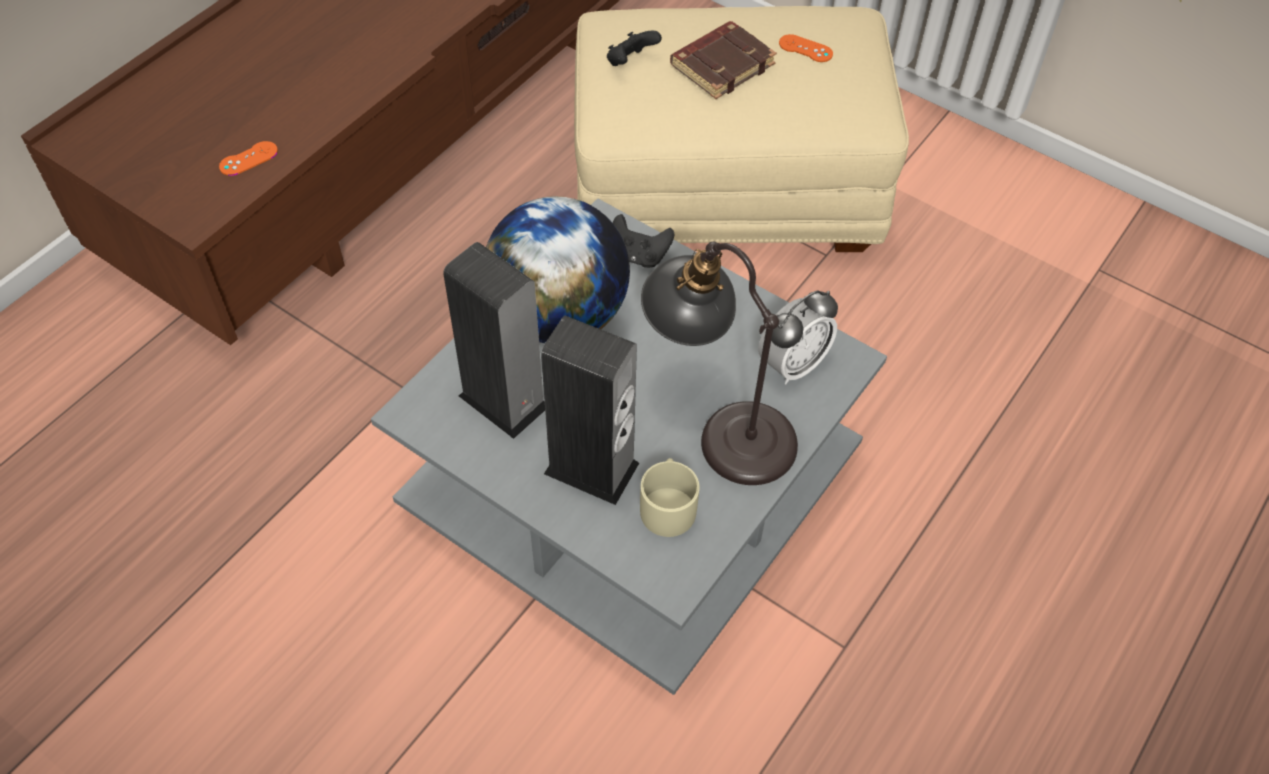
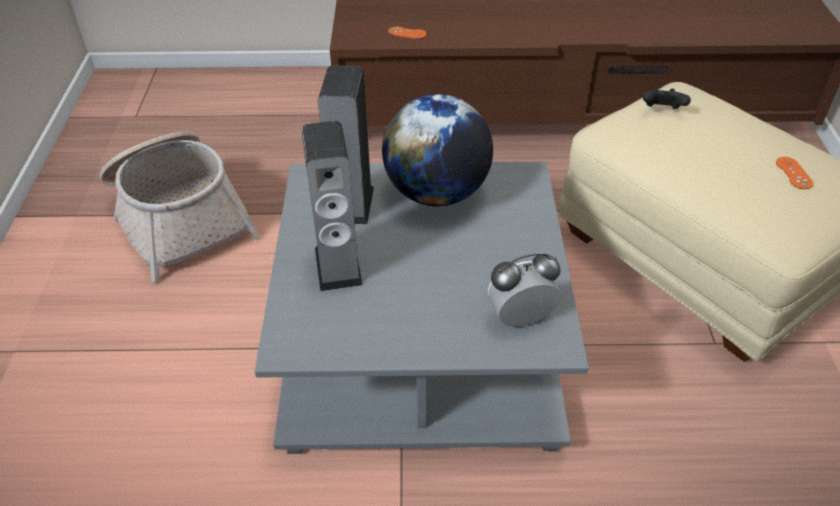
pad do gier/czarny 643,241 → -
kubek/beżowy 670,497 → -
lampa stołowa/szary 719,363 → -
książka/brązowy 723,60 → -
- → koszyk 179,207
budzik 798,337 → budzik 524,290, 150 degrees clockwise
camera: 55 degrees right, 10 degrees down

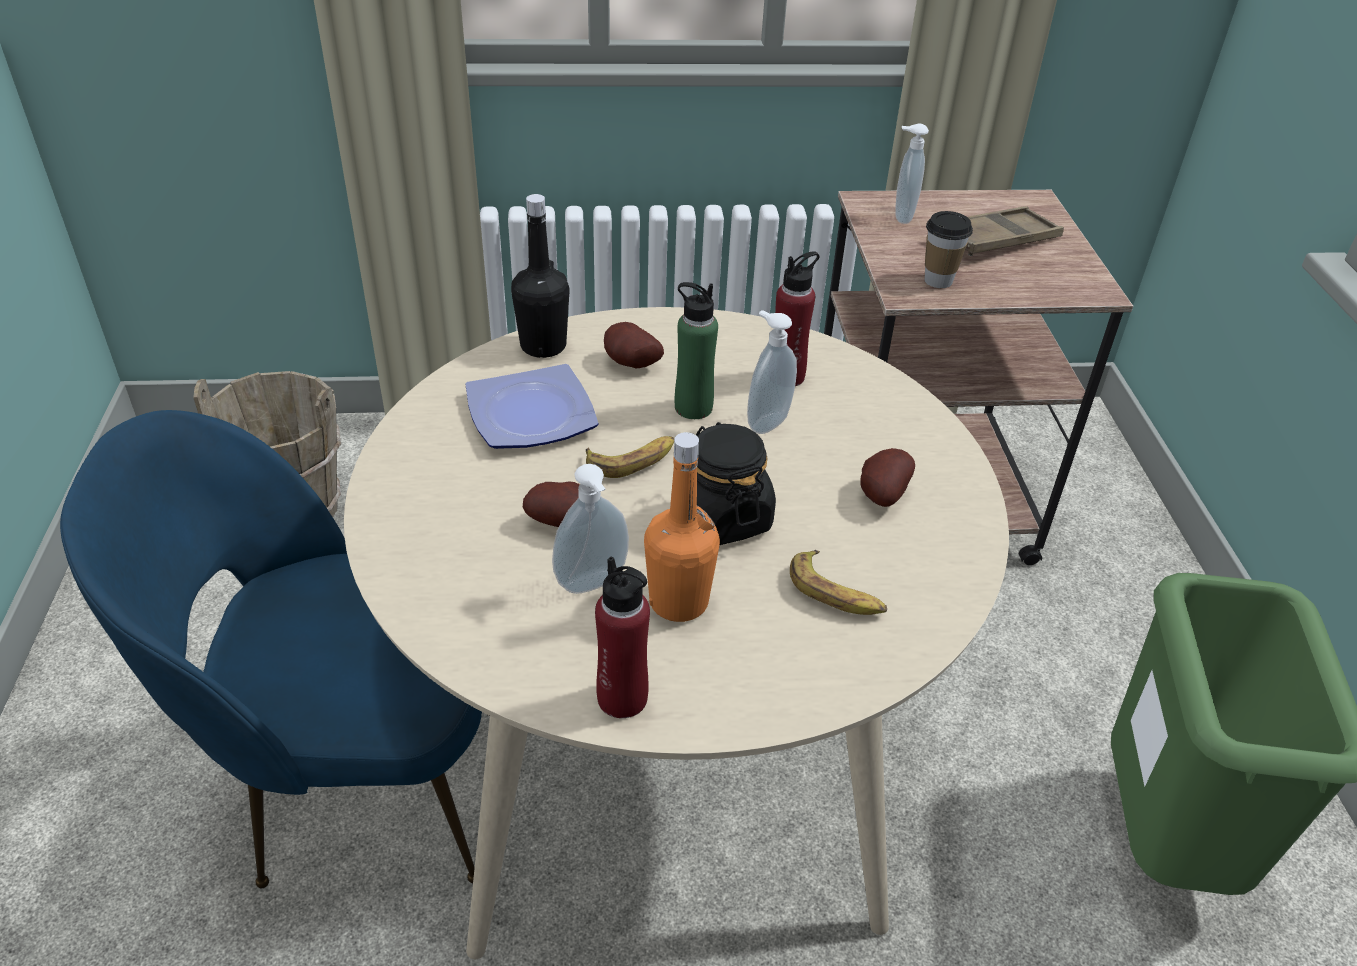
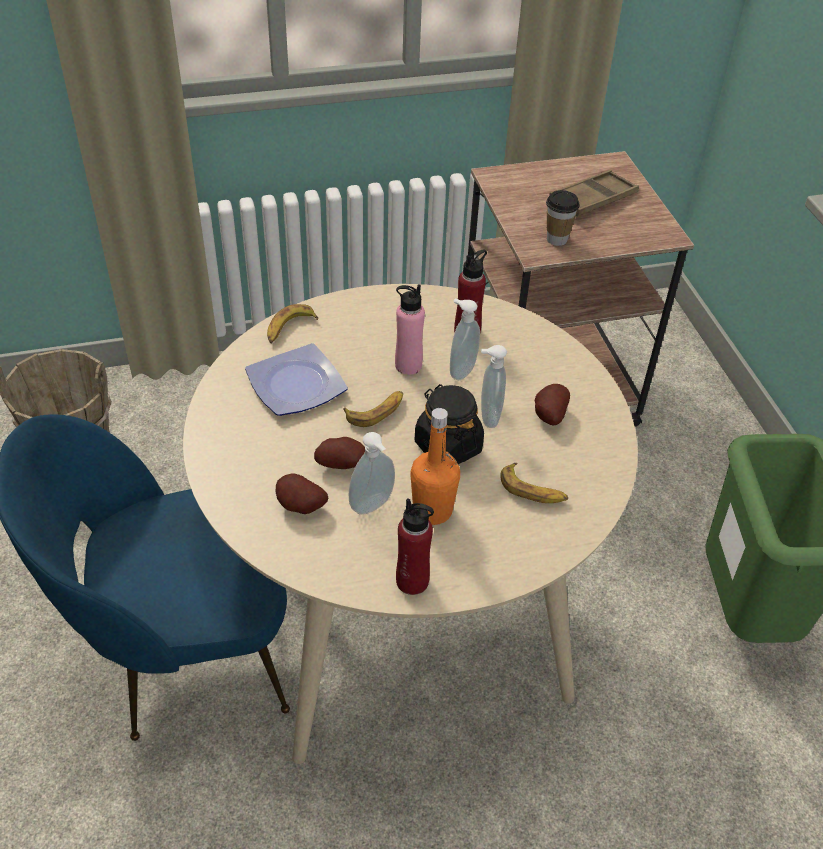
ziemniak 634,345 → ziemniak 302,494, shifted
dozownik mydła 912,174 → dozownik mydła 494,386, shifted
butelka/czarny 540,276 → banan 292,324
butelka/zielony 696,350 → butelka/różowy 410,329
camera: 10 degrees left, 5 degrees up

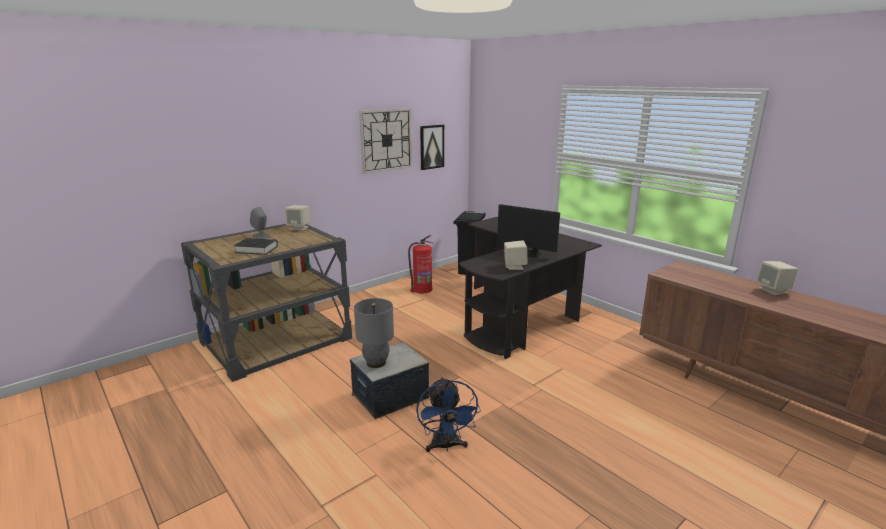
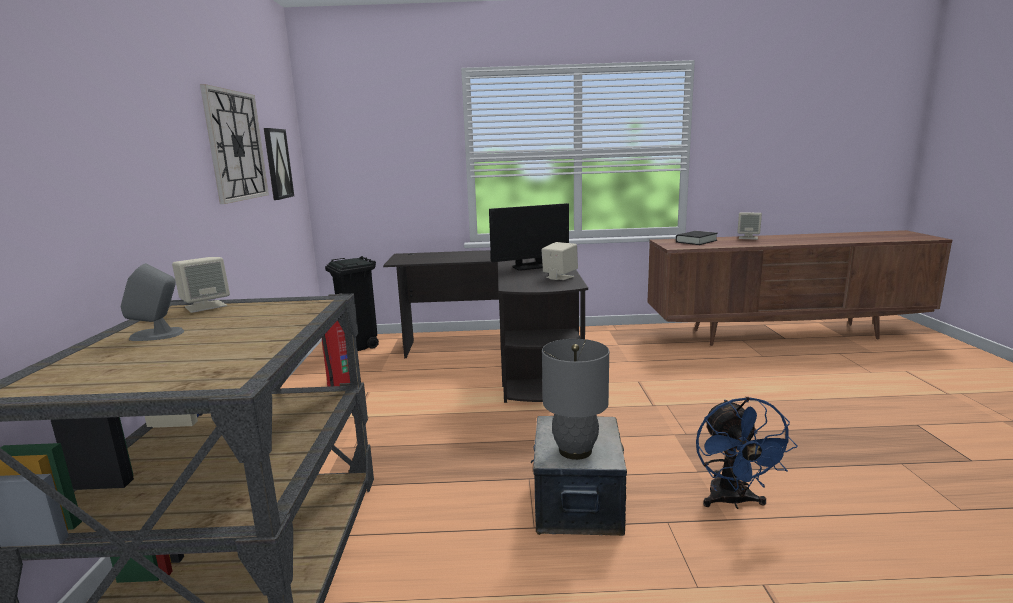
książka/czarny 256,246 → książka/czarny 697,238, shifted
wentylator/niebieski 448,414 → wentylator/niebieski 747,453, 60 degrees clockwise
camera: 50 degrees left, 5 degrees down

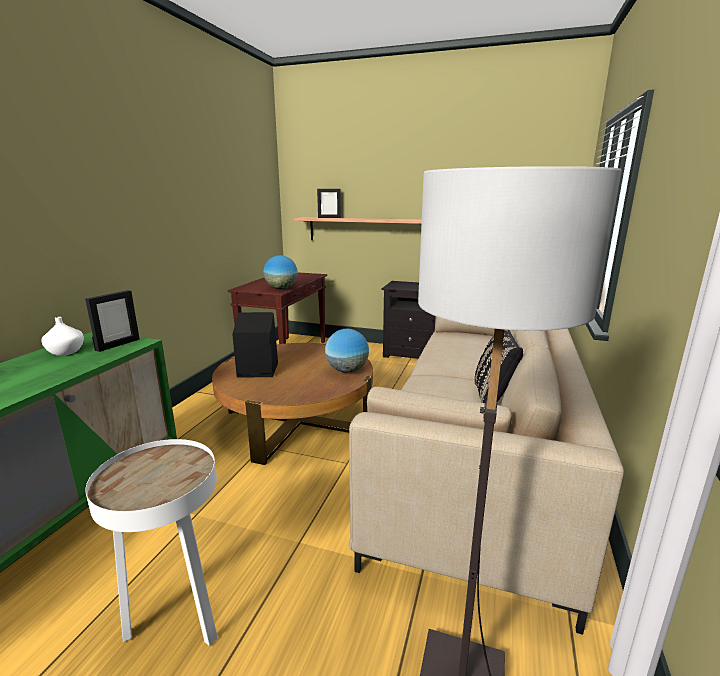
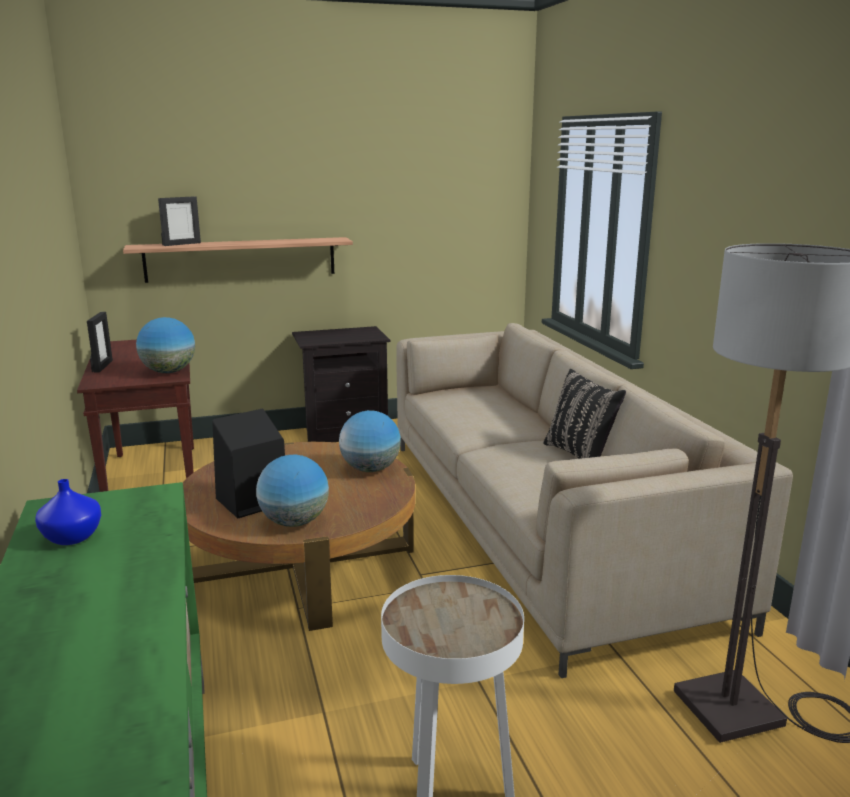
- → globus 292,491
ramka na zdjęcie 112,321 → ramka na zdjęcie 100,342, shifted
wazon/biały 62,336 → wazon/niebieski 68,512
camera: 35 degrees left, 0 degrees up

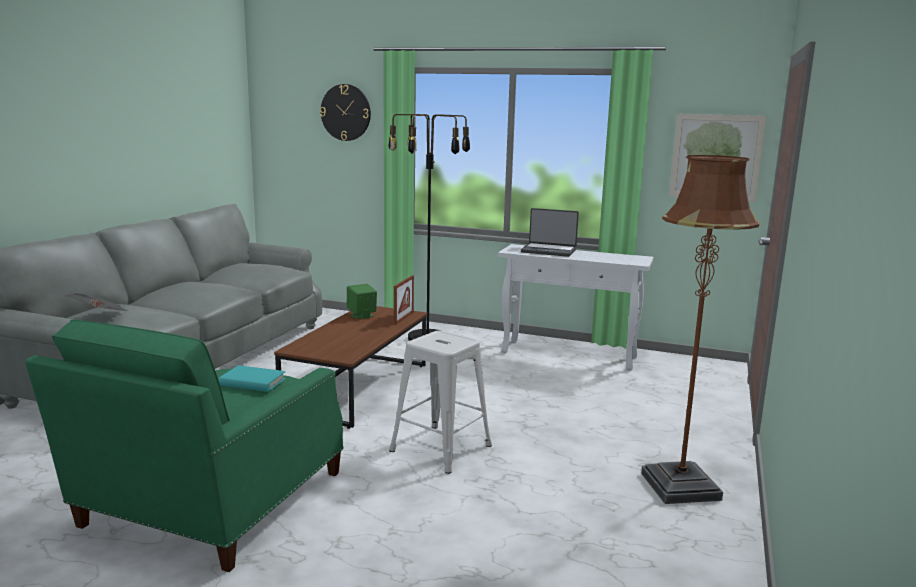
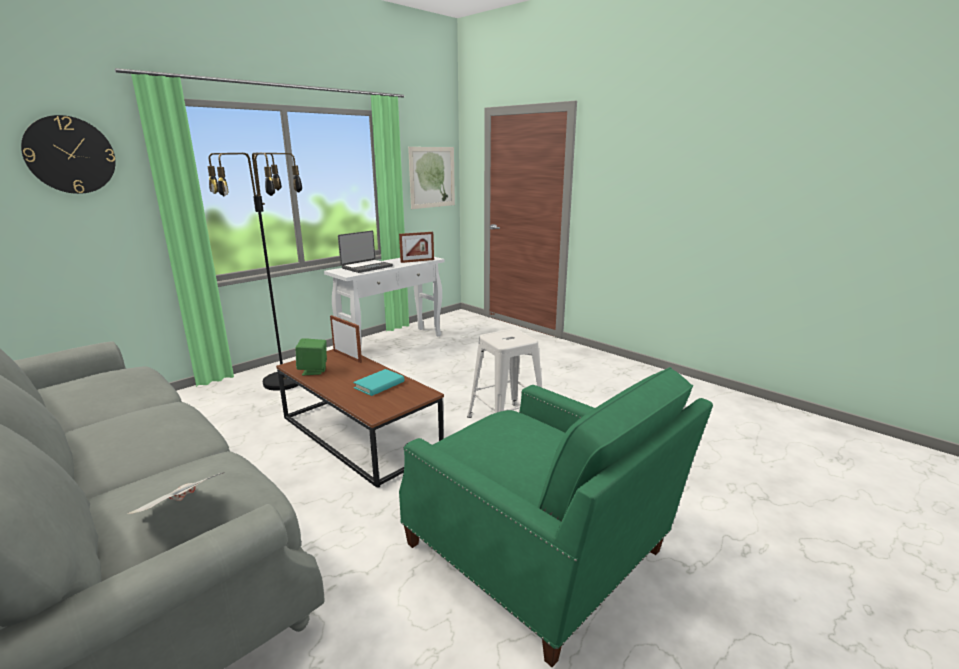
lampa stojąca/brązowy 700,329 → -
- → ramka na zdjęcie 416,247
książka/turkusowy 252,378 → książka/turkusowy 379,382, shifted
camera: 65 degrees left, 5 degrees up

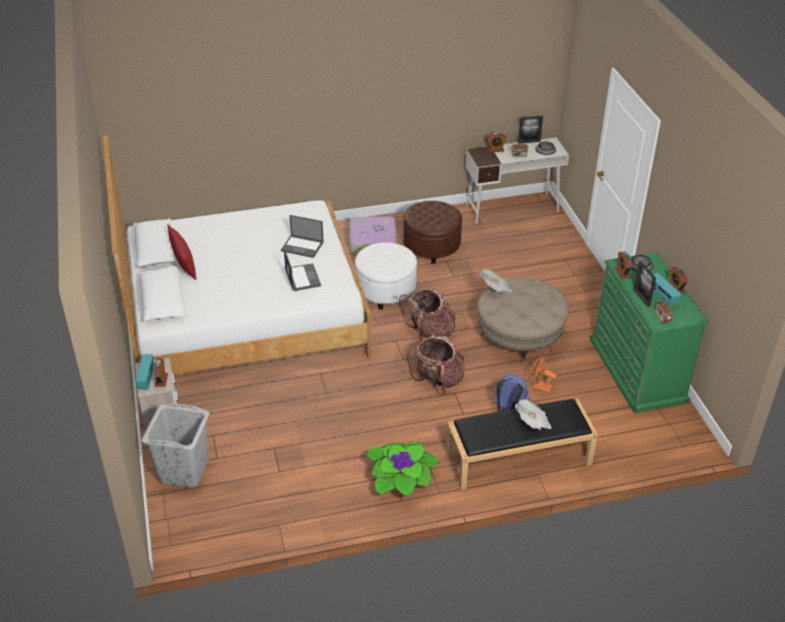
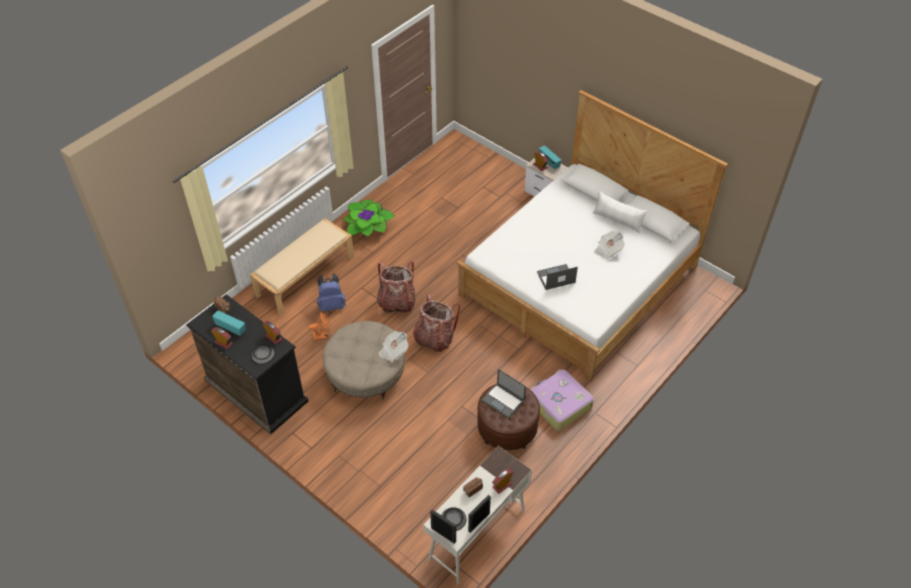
kosz na pranie/szary 175,445 → -
pufa/biały 386,276 → -
laptop 302,269 → laptop 503,393, shifted
gazeta 533,414 → gazeta 609,245, shifted
ramka na zdjęcie 644,284 → ramka na zdjęcie 443,527, shifted
poduszka/czerwony 181,252 → poduszka/biały 620,212
ławka/czarny 522,444 → ławka/beżowy 302,266
komoda/zielony 649,332 → komoda/czarny 247,364
camera: 145 degrees right, 10 degrees up

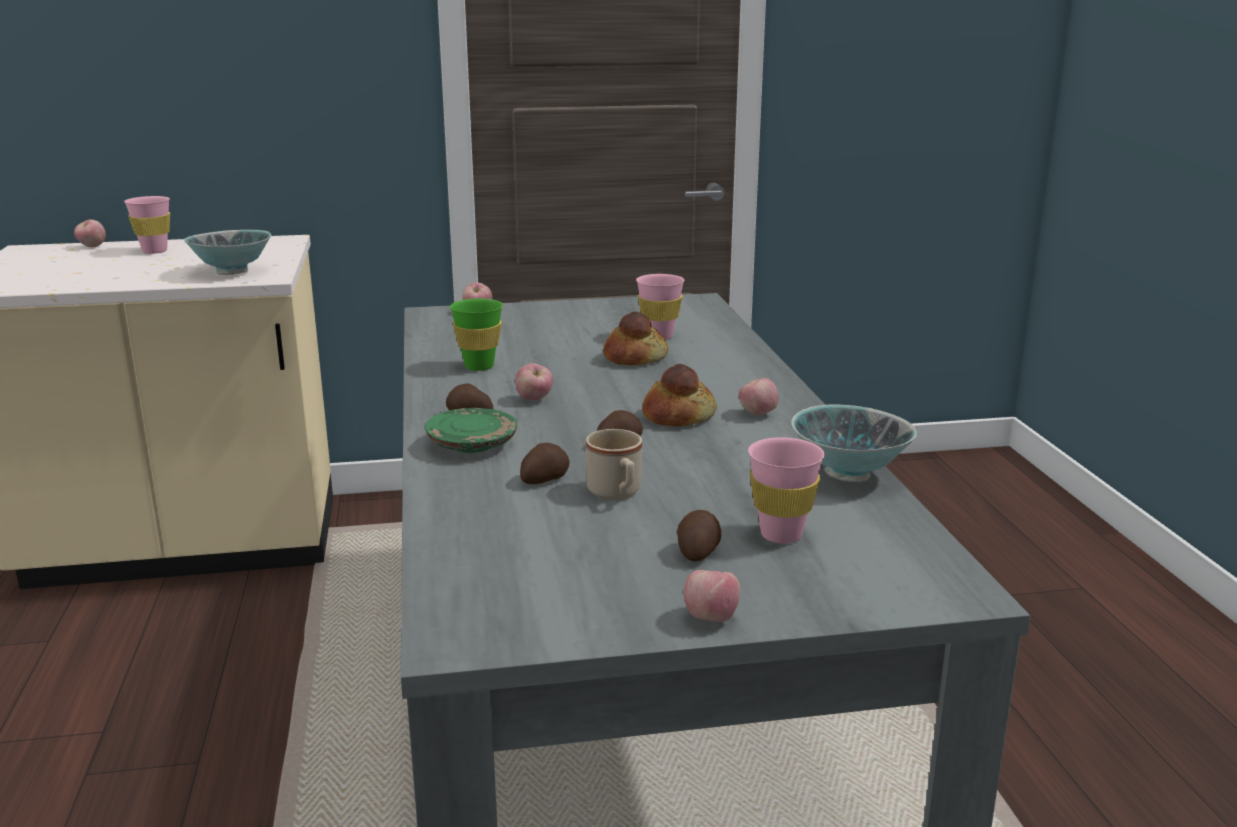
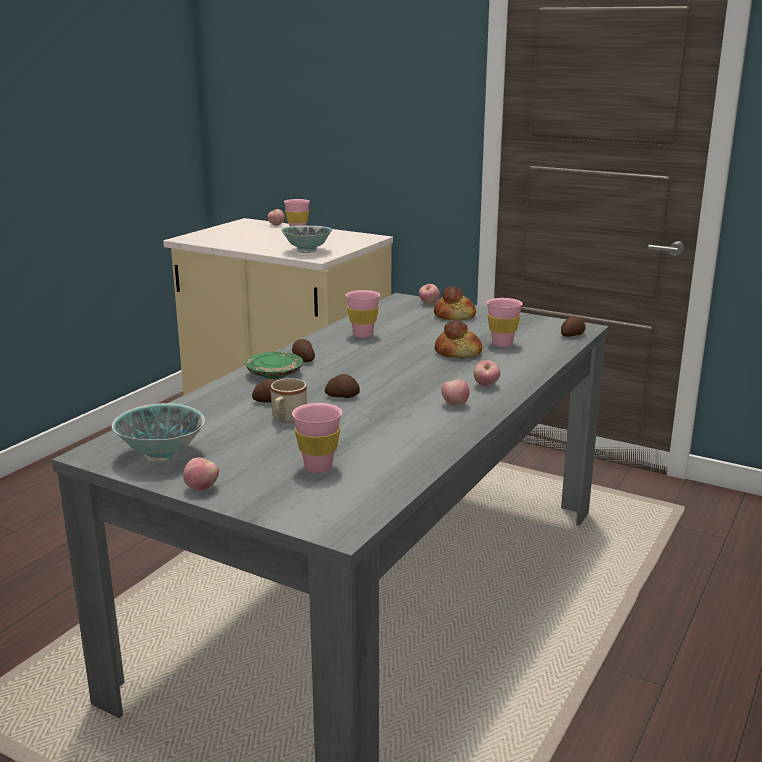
jabłko 534,381 → jabłko 487,373, shifted
chleb 679,395 → chleb 455,303, shifted
ziemniak 699,535 → ziemniak 573,326, shifted
miska 854,443 → miska 158,432, shifted
filiżanka/zielony 476,335 → filiżanka/różowy 363,314
camera: 40 degrees right, 0 degrees up

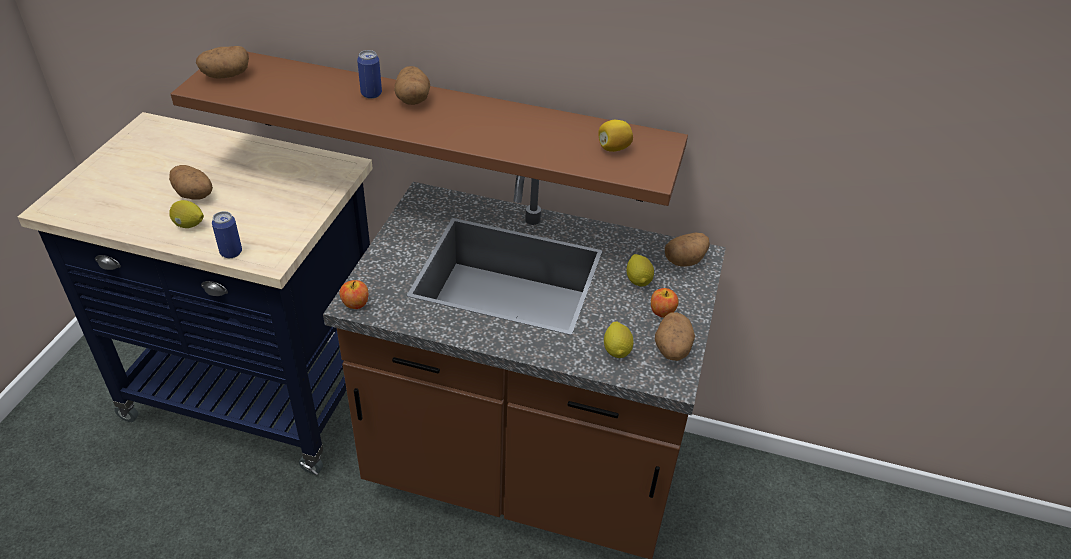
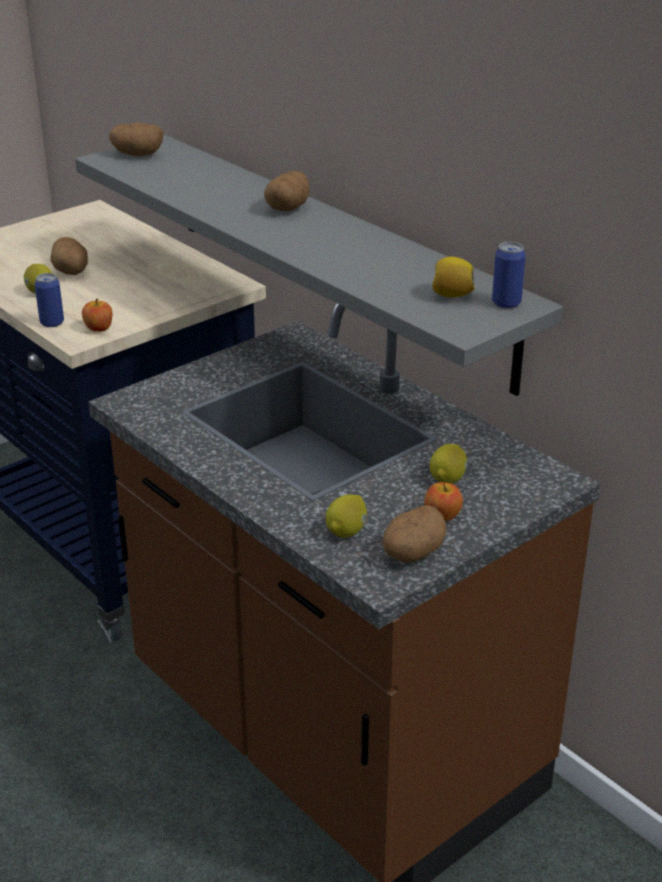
ziemniak 687,250 → -
jabłko 353,294 → jabłko 97,315, shifted
puszka 369,74 → puszka 509,275, shifted
półka/brązowy 429,129 → półka/szary 319,265
camera: 35 degrees right, 10 degrees down

